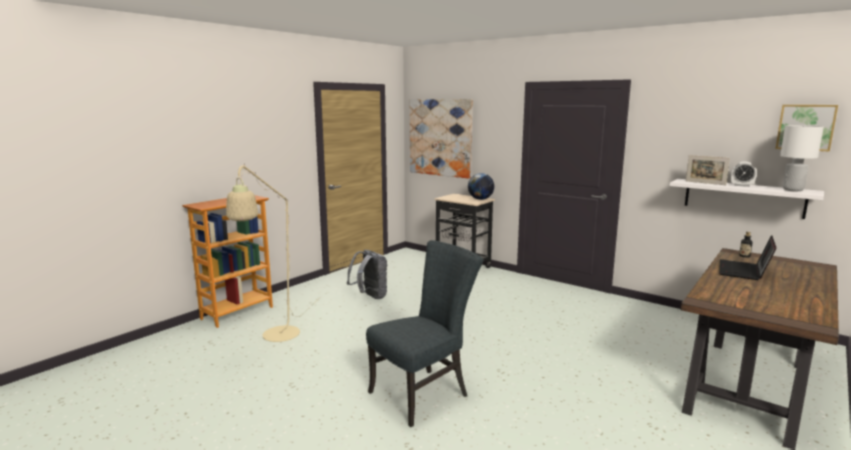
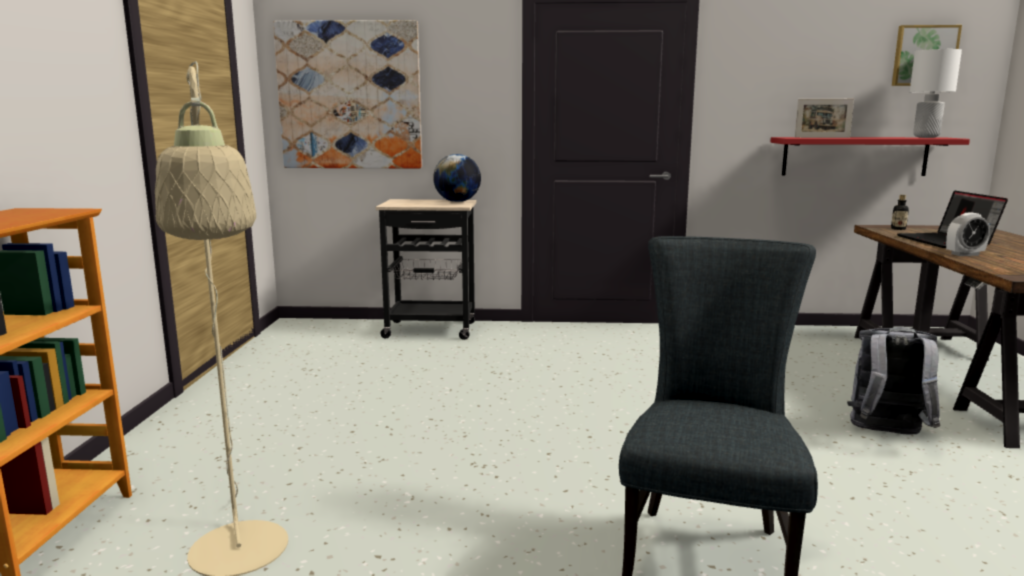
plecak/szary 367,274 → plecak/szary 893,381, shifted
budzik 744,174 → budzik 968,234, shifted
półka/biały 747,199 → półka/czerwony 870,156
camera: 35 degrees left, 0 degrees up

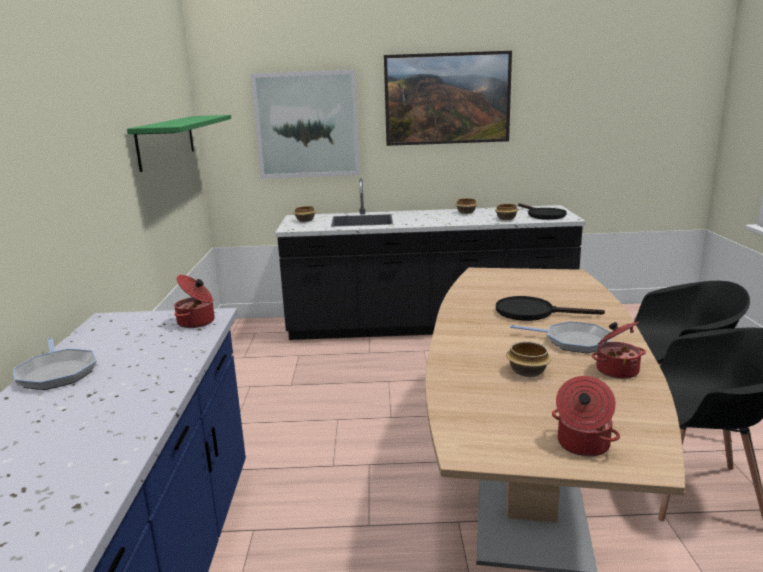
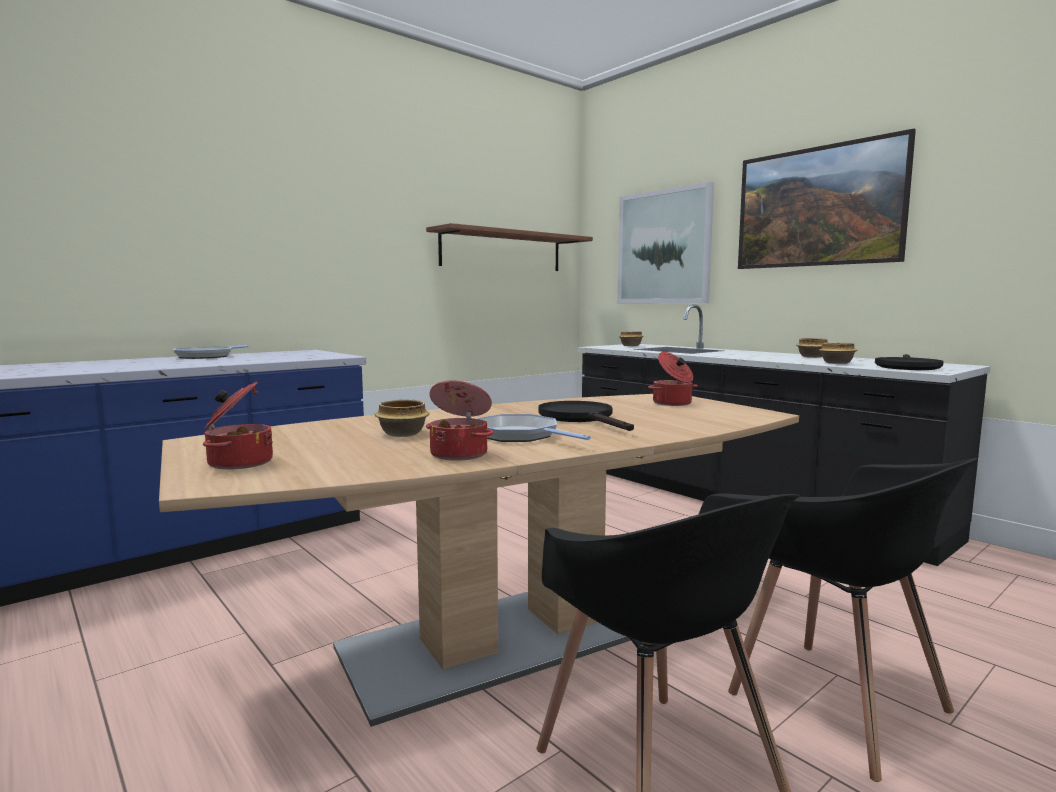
garnek 194,301 → garnek 673,379, shifted
półka/zielony 179,143 → półka/brązowy 509,247
patelnia 560,337 → patelnia 533,428, 150 degrees clockwise
camera: 50 degrees right, 10 degrees down

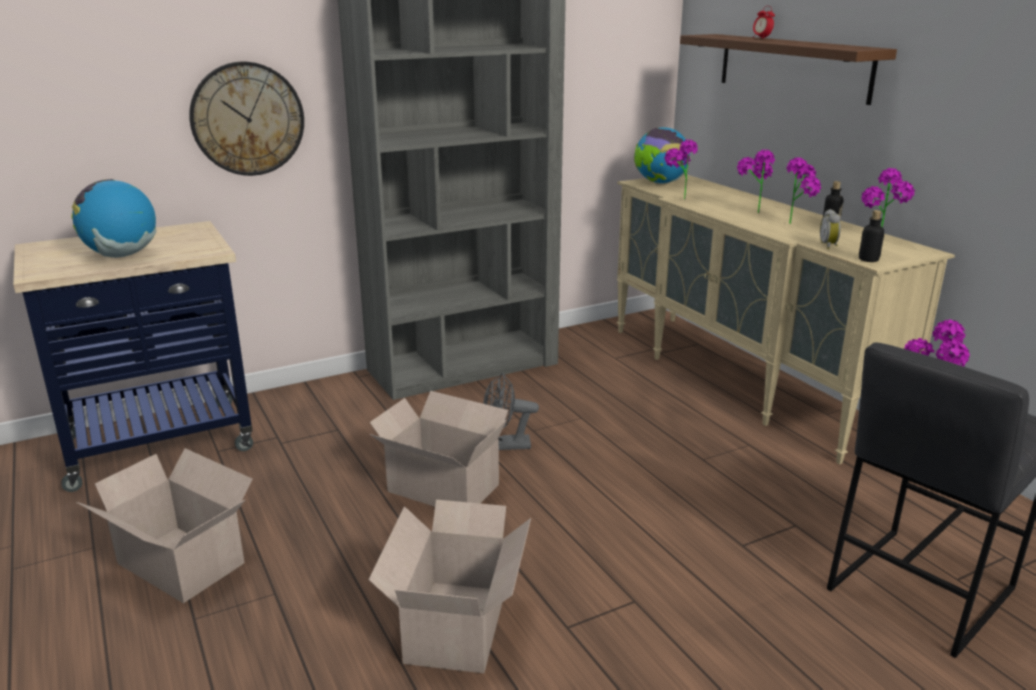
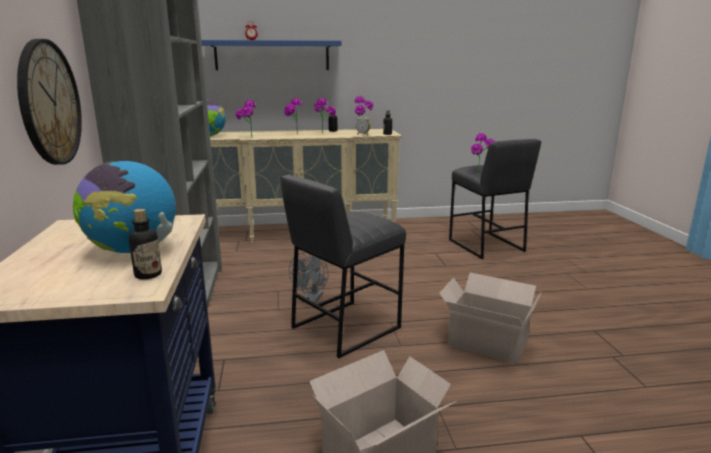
- → butelka 145,244
karton 439,449 → stołek/szary 343,266
półka/brązowy 788,69 → półka/niebieski 271,55
camera: 70 degrees left, 5 degrees down

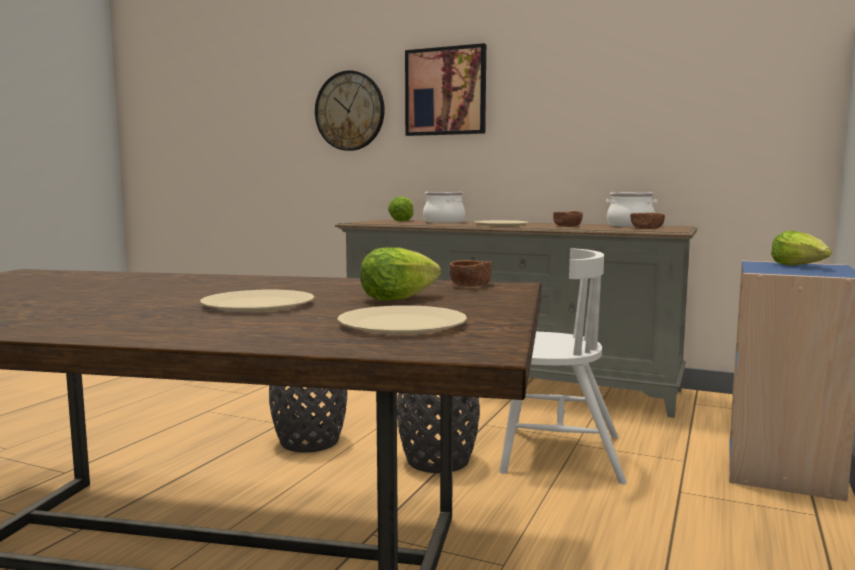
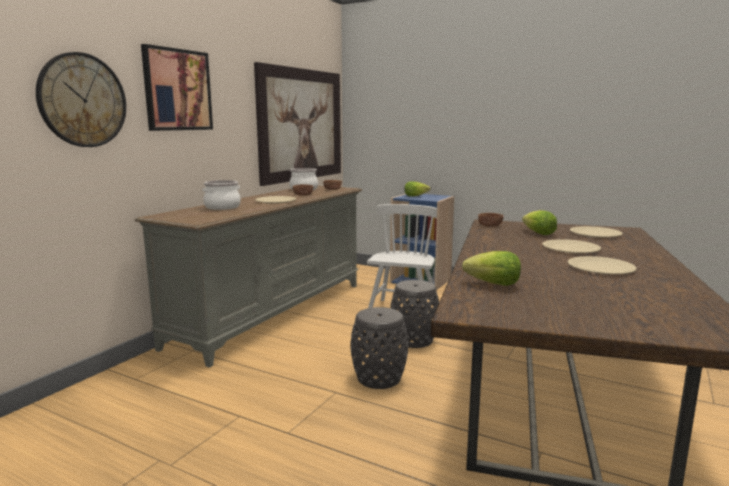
- → obraz 297,124
- → talerz/beżowy 602,265
sałata 401,209 → sałata 491,268, shifted
camera: 85 degrees left, 5 degrees up

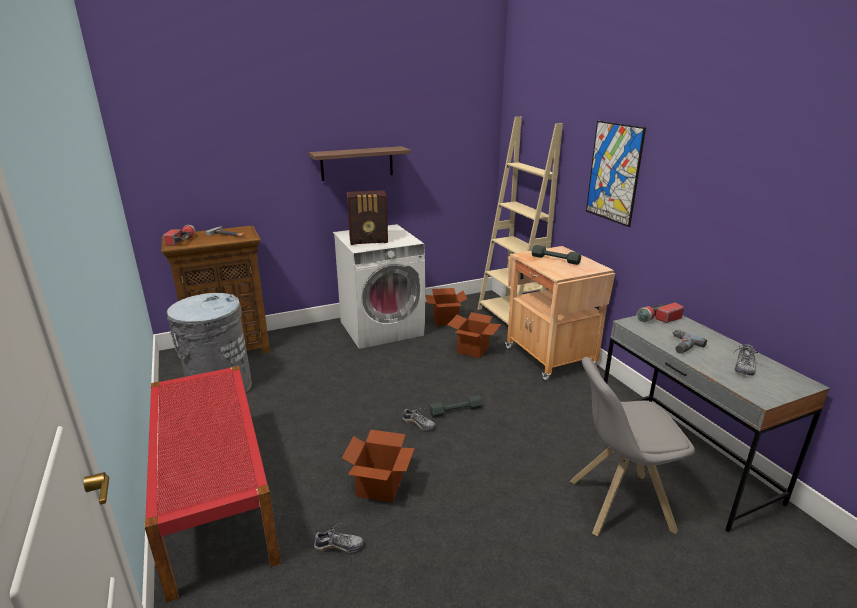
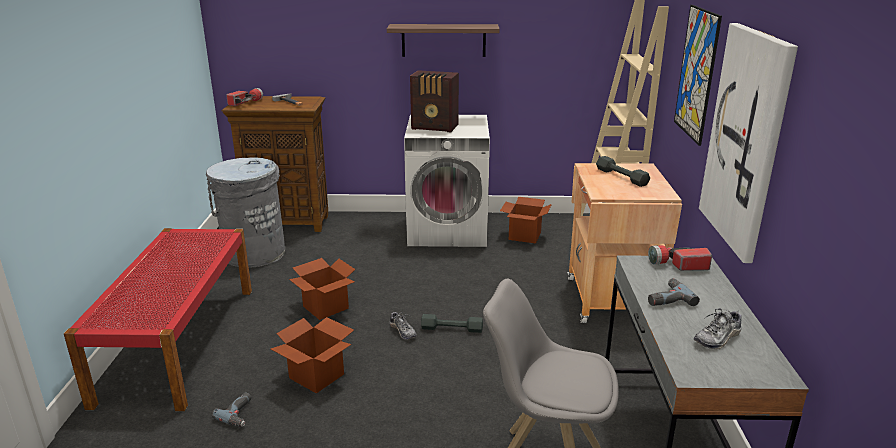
- → obraz 748,143
karton 474,335 → karton 322,289, shifted
but 339,538 → wiertarka 231,410
camera: 25 degrees right, 0 degrees up

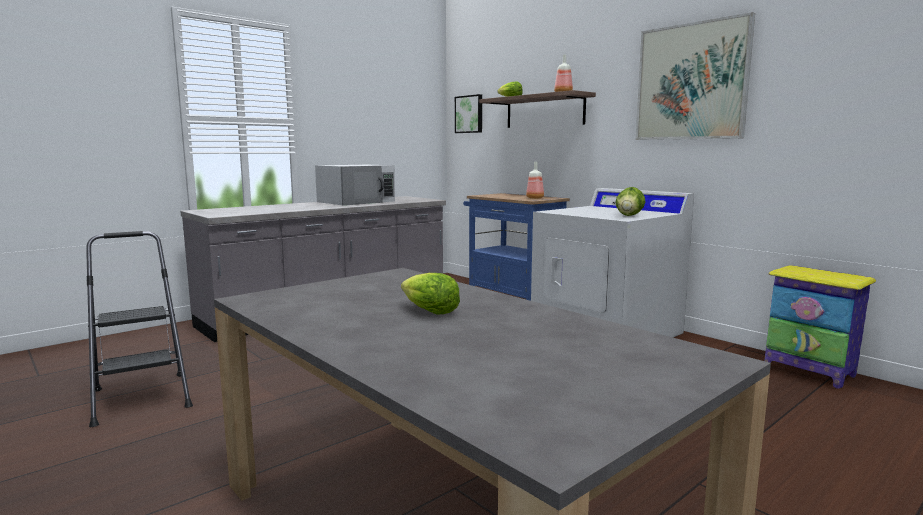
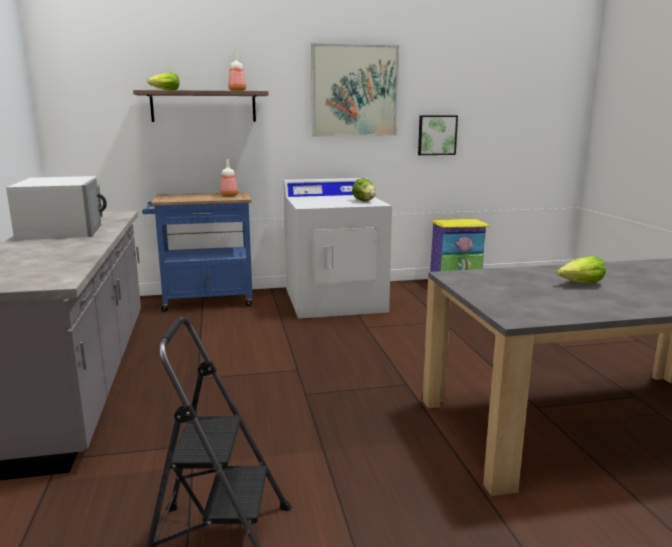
obraz 468,113 → obraz 438,135, shifted
camera: 60 degrees left, 5 degrees up

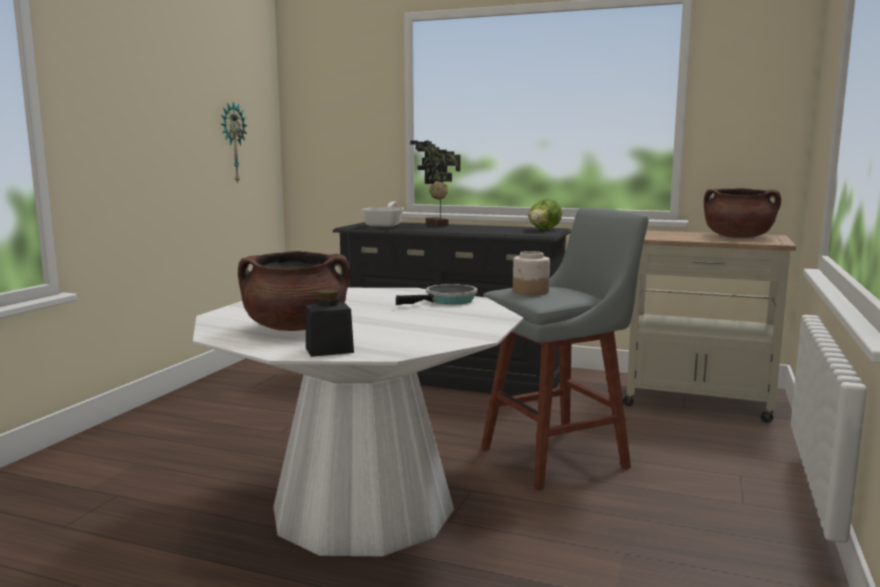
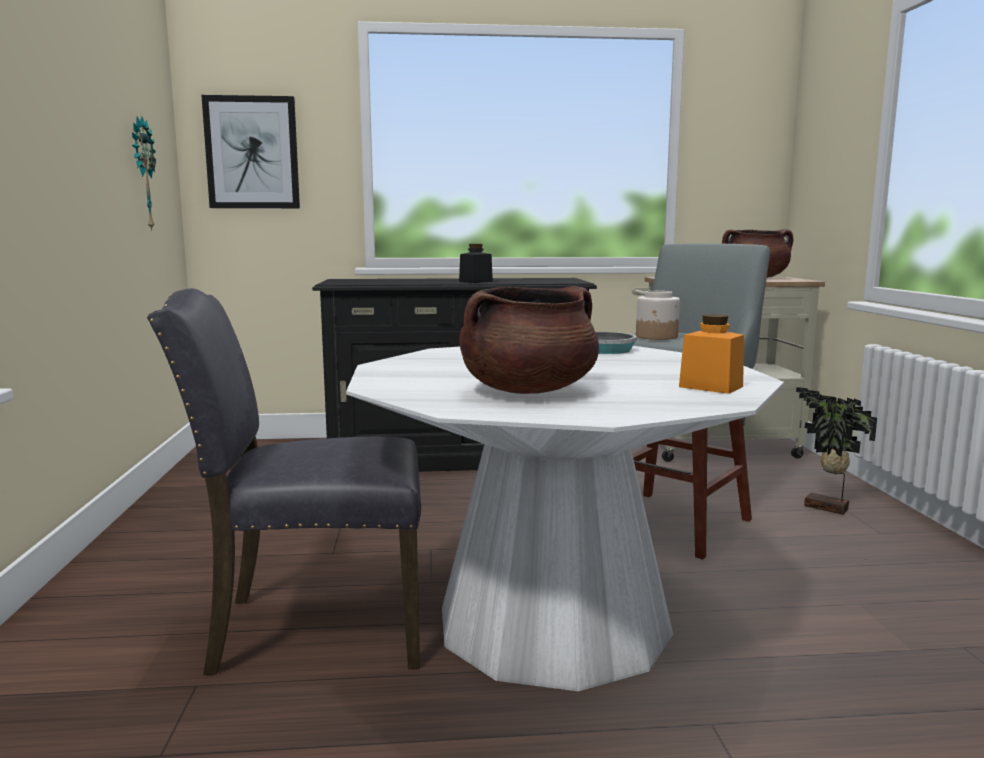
patelnia 383,215 → -
sałata 545,214 → -
- → krzesło/szary 284,481
- → obraz 251,151
- → słoik/pomarańczowy 711,354
słoik/czarny 330,323 → słoik/czarny 476,263, shifted
roślina doniczkowa 435,183 → roślina doniczkowa 836,451, shifted
camera: 25 degrees left, 0 degrees up

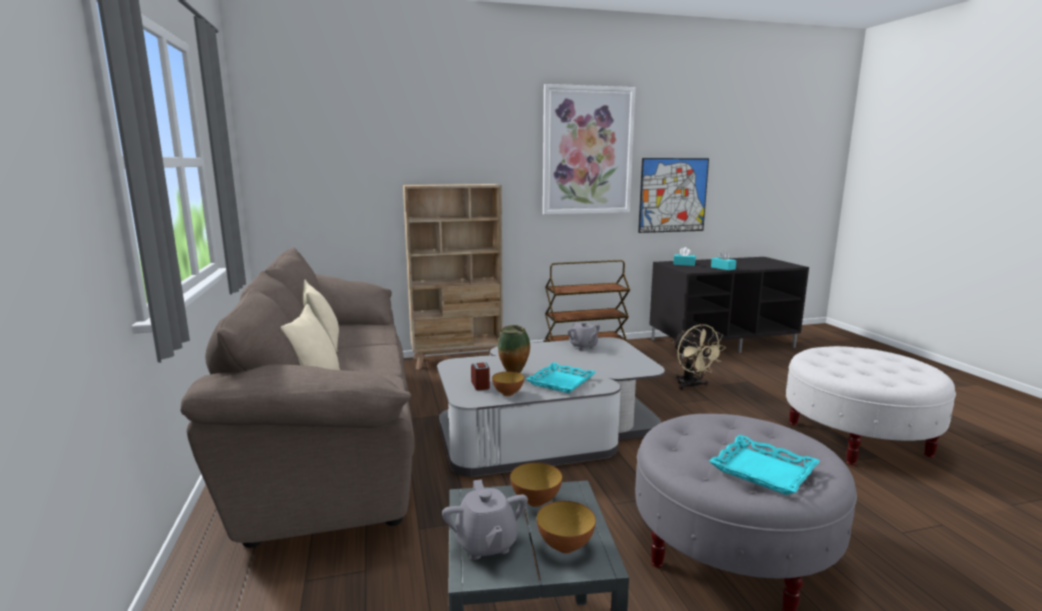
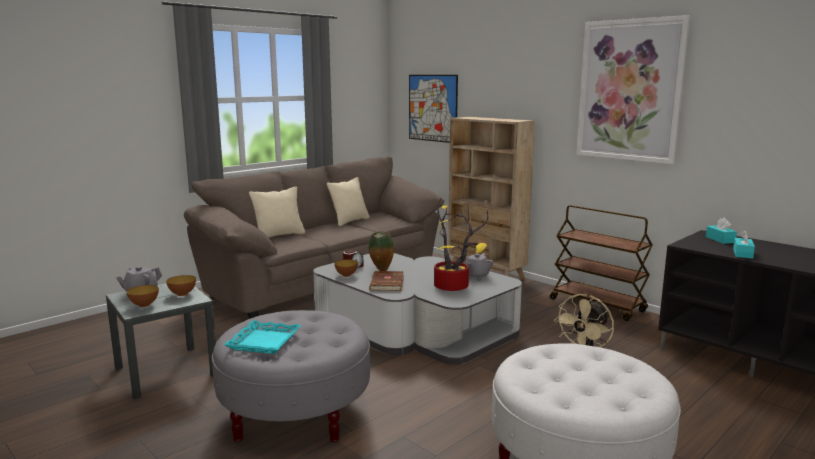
- → roślina doniczkowa 461,244
obraz 673,195 → obraz 433,109, shifted
taca/turkusowy 561,377 → książka/brązowy 386,281
camera: 60 degrees right, 0 degrees up

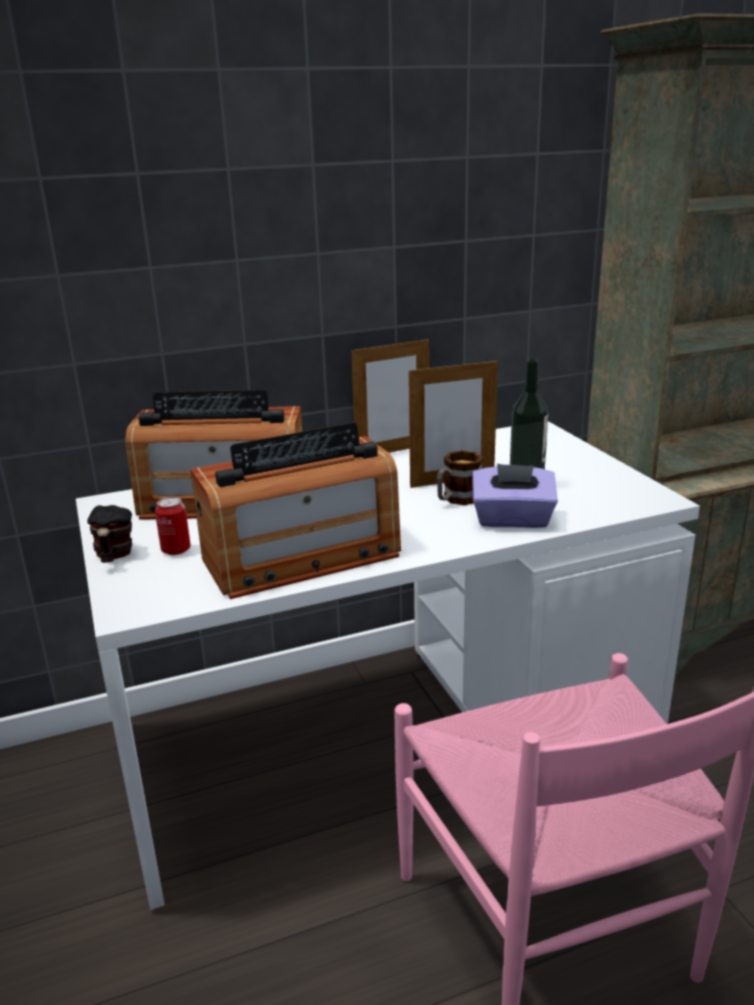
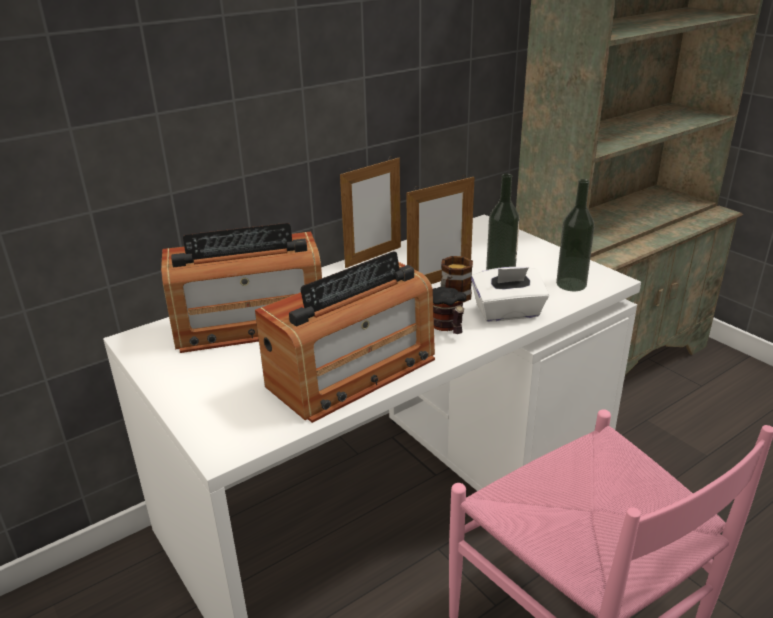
puszka 173,526 → -
- → butelka 575,235
kubek 109,534 → kubek 450,310, shifted
pudełko chusteczek/fioletowy 515,496 → pudełko chusteczek/biały 510,294
camera: 15 degrees left, 5 degrees up

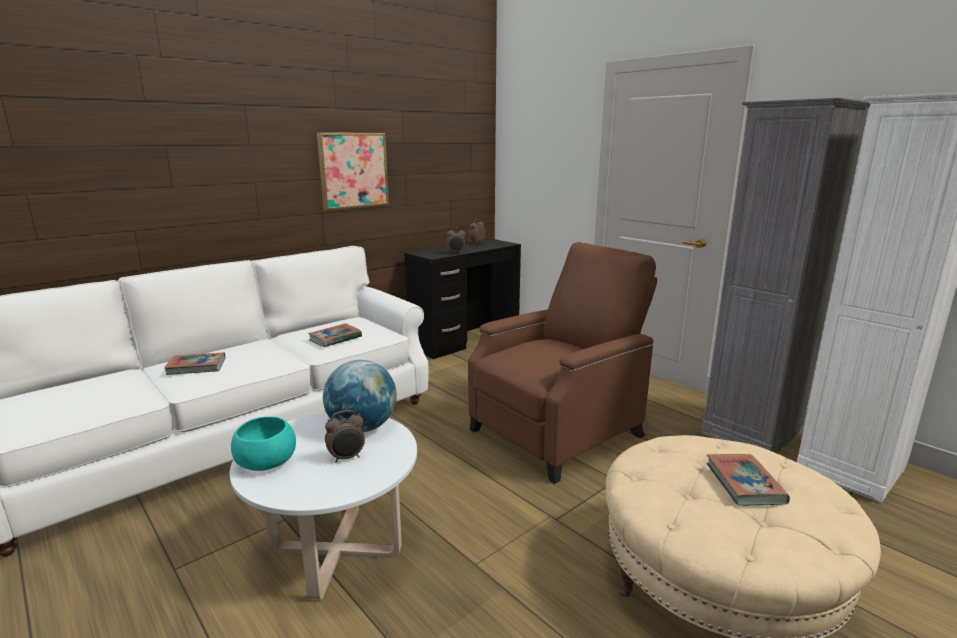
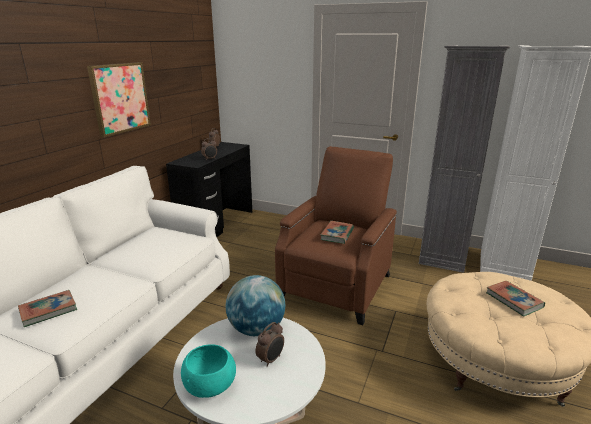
książka 335,335 → książka 337,232, shifted
camera: 25 degrees left, 5 degrees up

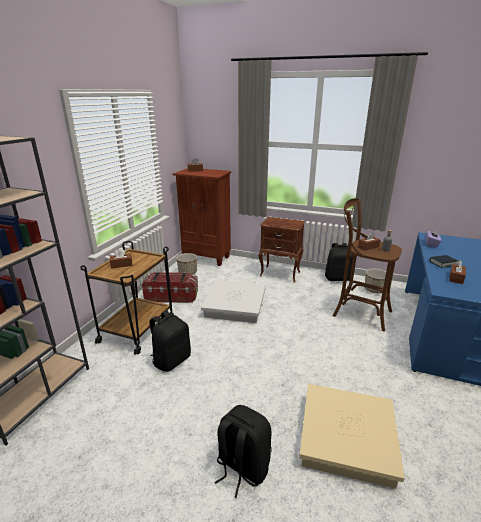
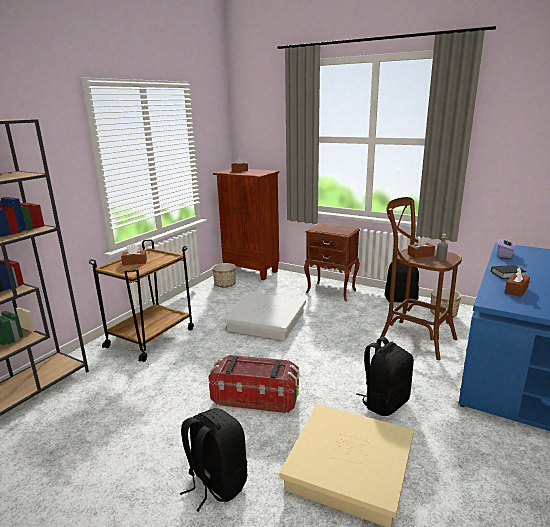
pojemnik do przechowywania 170,287 → pojemnik do przechowywania 253,384, shifted
plecak/czarny 170,341 → plecak/czarny 385,376, shifted
camera: 10 degrees right, 5 degrees down

